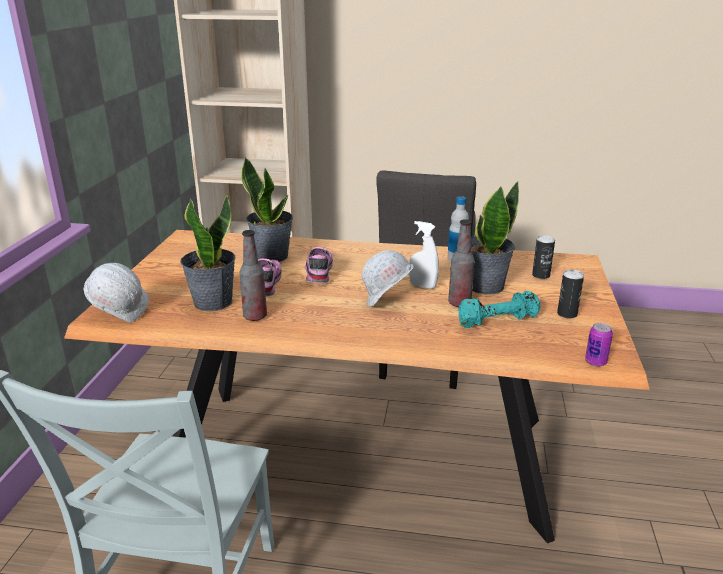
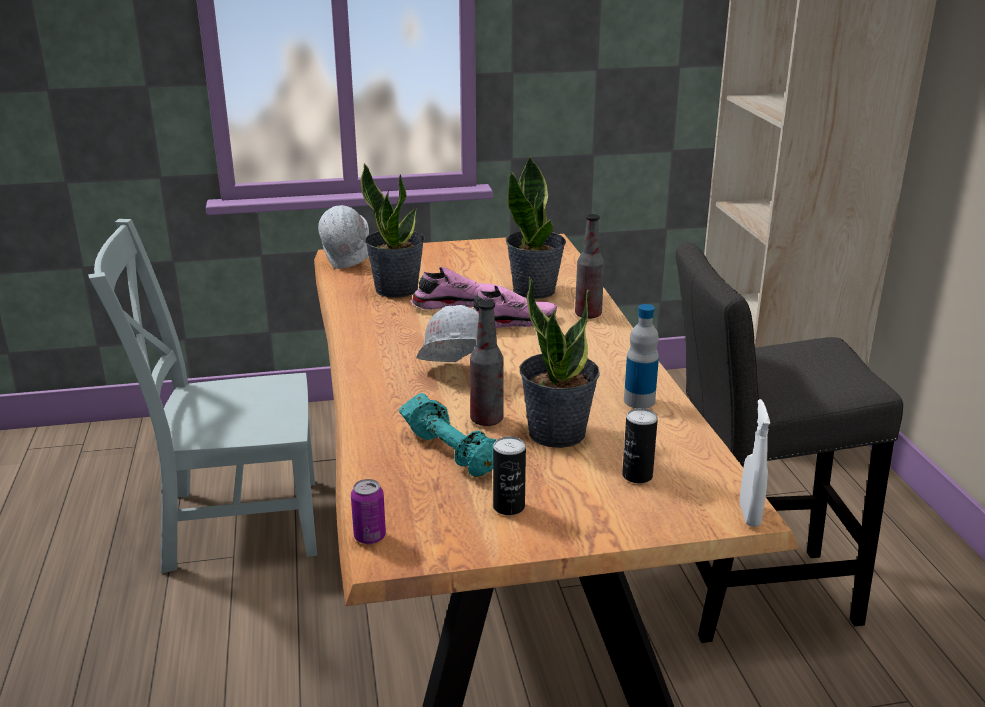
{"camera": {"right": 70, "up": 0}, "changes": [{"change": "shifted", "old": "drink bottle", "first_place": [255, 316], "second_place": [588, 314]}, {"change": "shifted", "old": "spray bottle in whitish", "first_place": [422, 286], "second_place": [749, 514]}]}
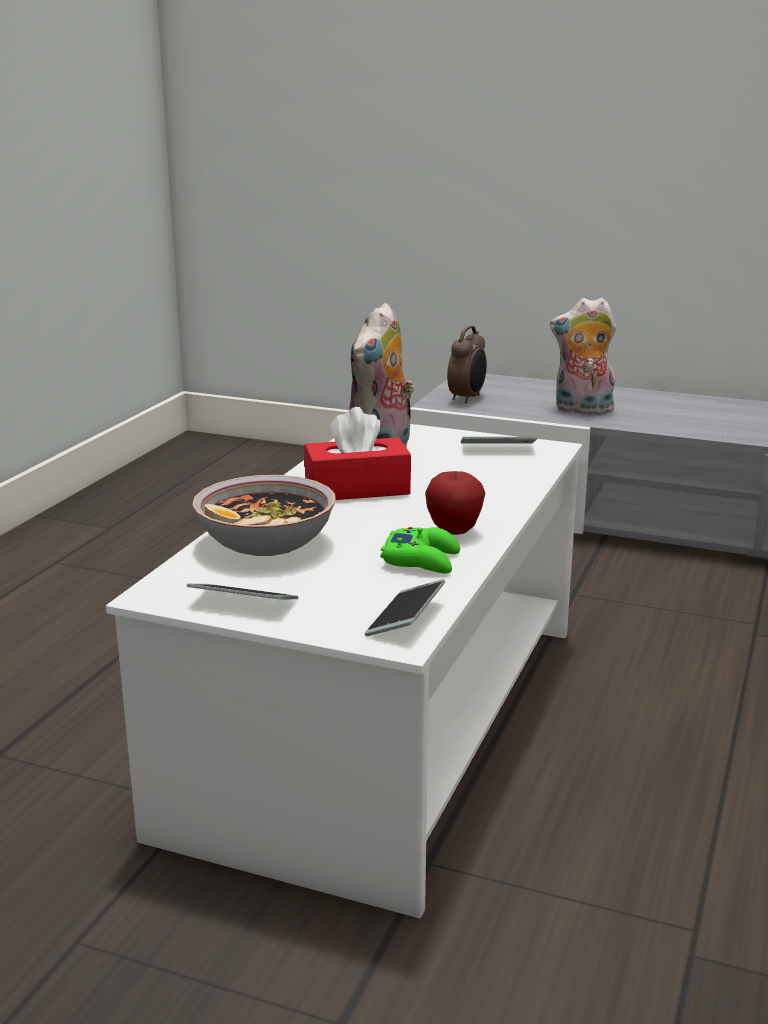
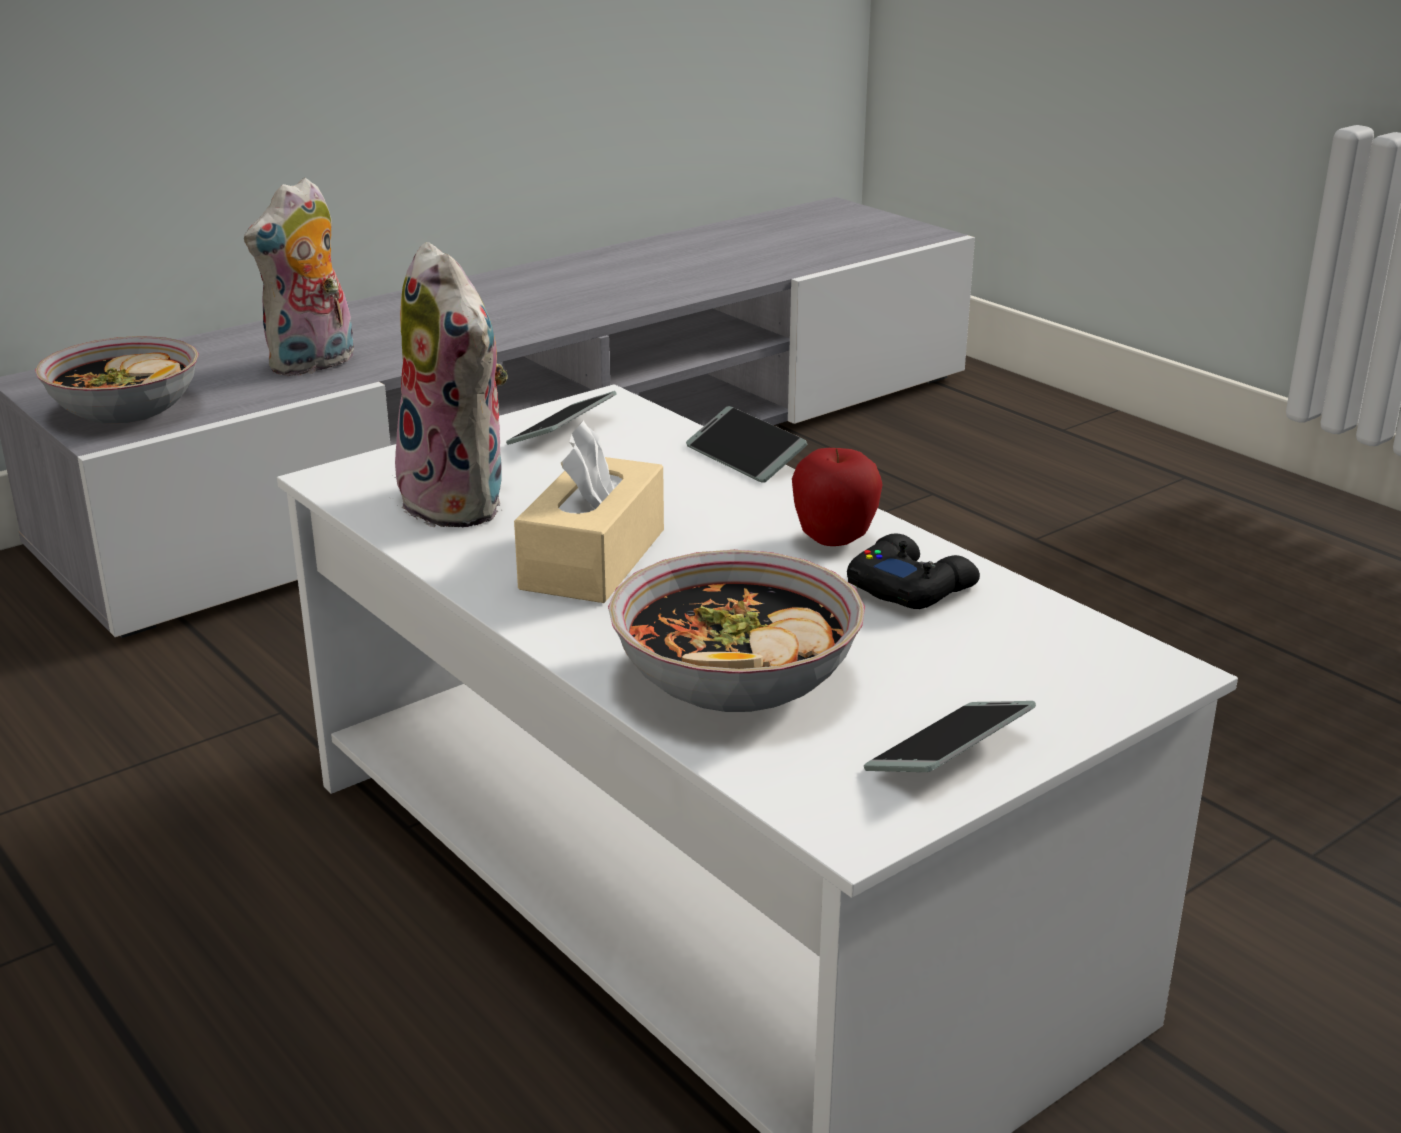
{"camera": {"right": -60, "up": 5}, "changes": [{"change": "shifted", "old": "handset", "first_place": [405, 618], "second_place": [745, 457]}, {"change": "swapped", "old": "alarm clock", "new": "deep dish", "first_place": [467, 398], "second_place": [126, 411]}, {"change": "repainted", "old": "box of tissues in red-coloured", "new": "box of tissues in beige-coloured", "first_place": [357, 489], "second_place": [593, 559]}, {"change": "repainted", "old": "joypad in greenish", "new": "joypad in black", "first_place": [422, 560], "second_place": [910, 587]}]}
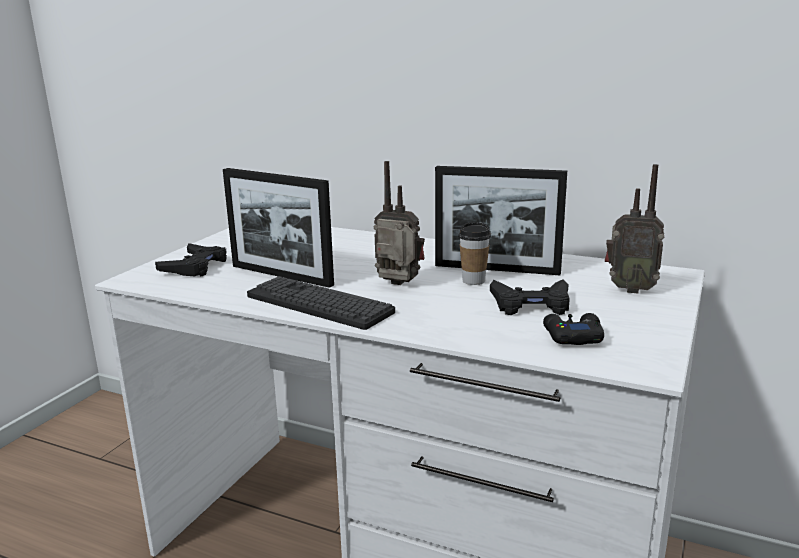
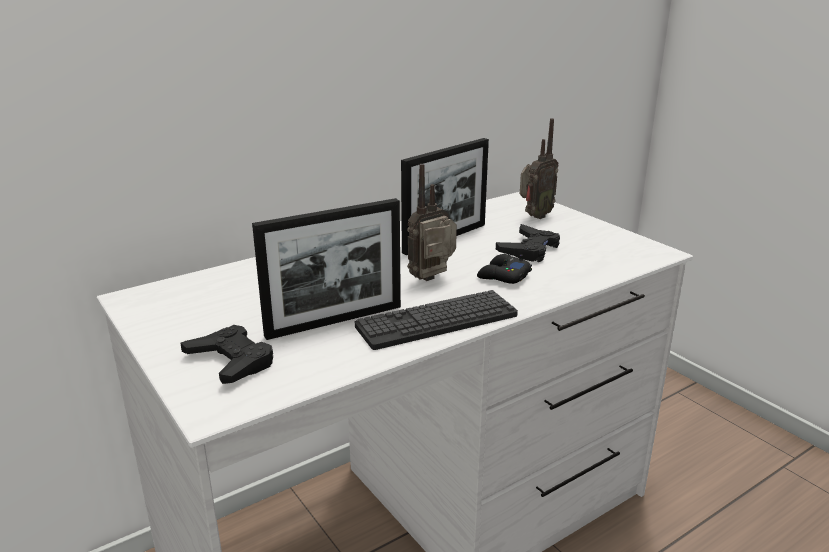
{"camera": {"right": -60, "up": 5}, "changes": [{"change": "gone", "old": "cup", "first_place": [473, 281]}, {"change": "shifted", "old": "joypad in black", "first_place": [572, 336], "second_place": [503, 276]}]}
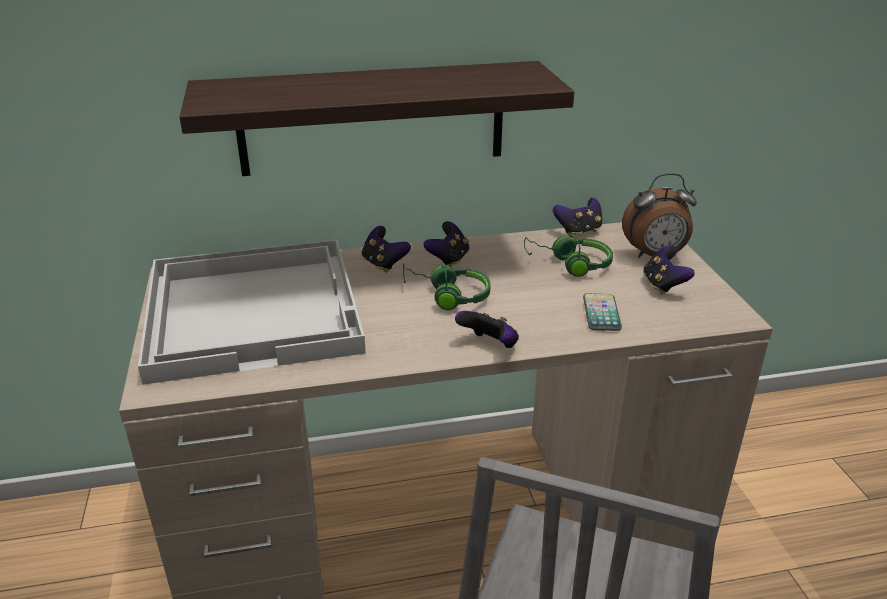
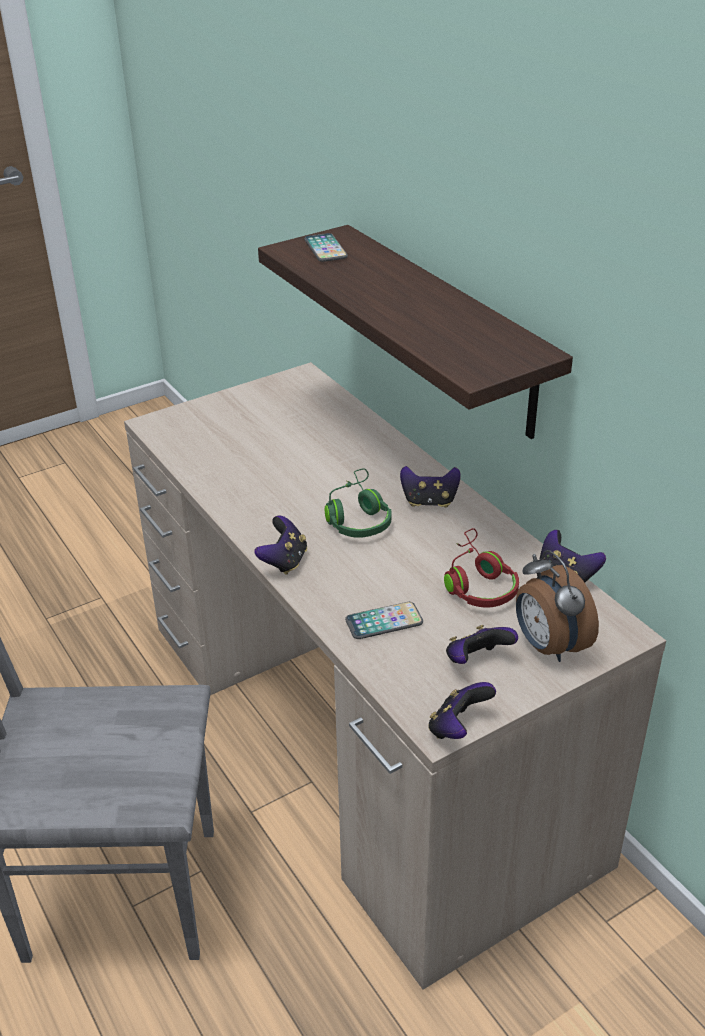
{"camera": {"right": 70, "up": 5}, "changes": [{"change": "gone", "old": "carrying tray in whitish", "first_place": [255, 310]}, {"change": "new", "new": "handset", "second_place": [325, 249]}, {"change": "shifted", "old": "joypad", "first_place": [384, 264], "second_place": [458, 728]}, {"change": "repainted", "old": "pair of headphones in greenish", "new": "pair of headphones in red-coloured", "first_place": [570, 264], "second_place": [477, 583]}]}
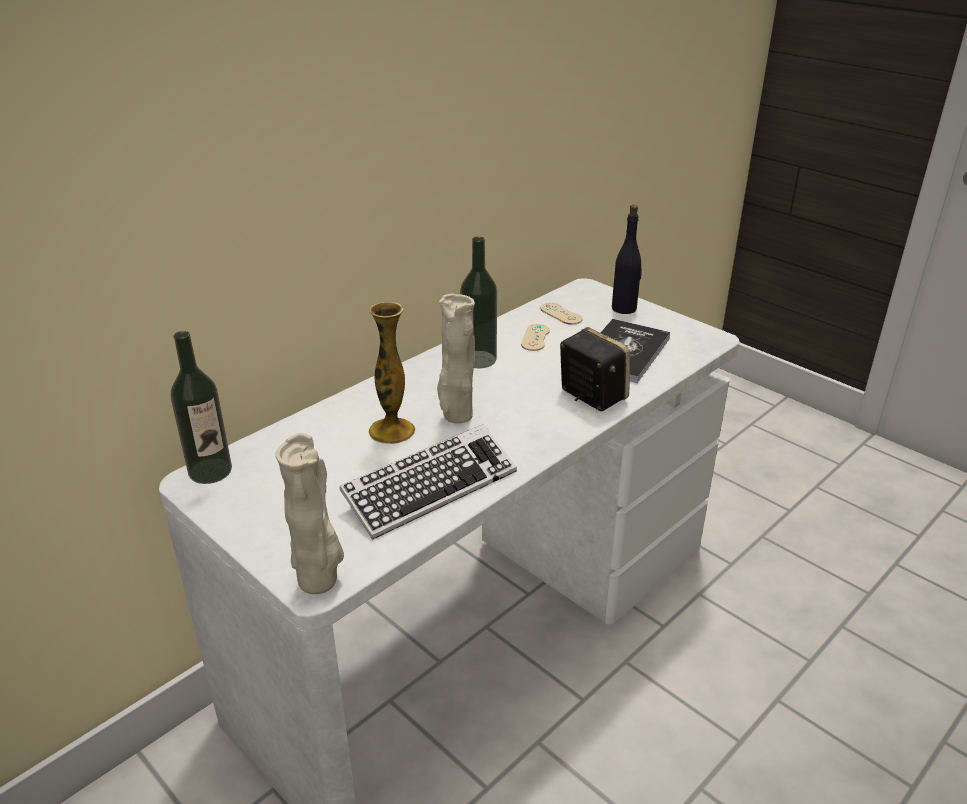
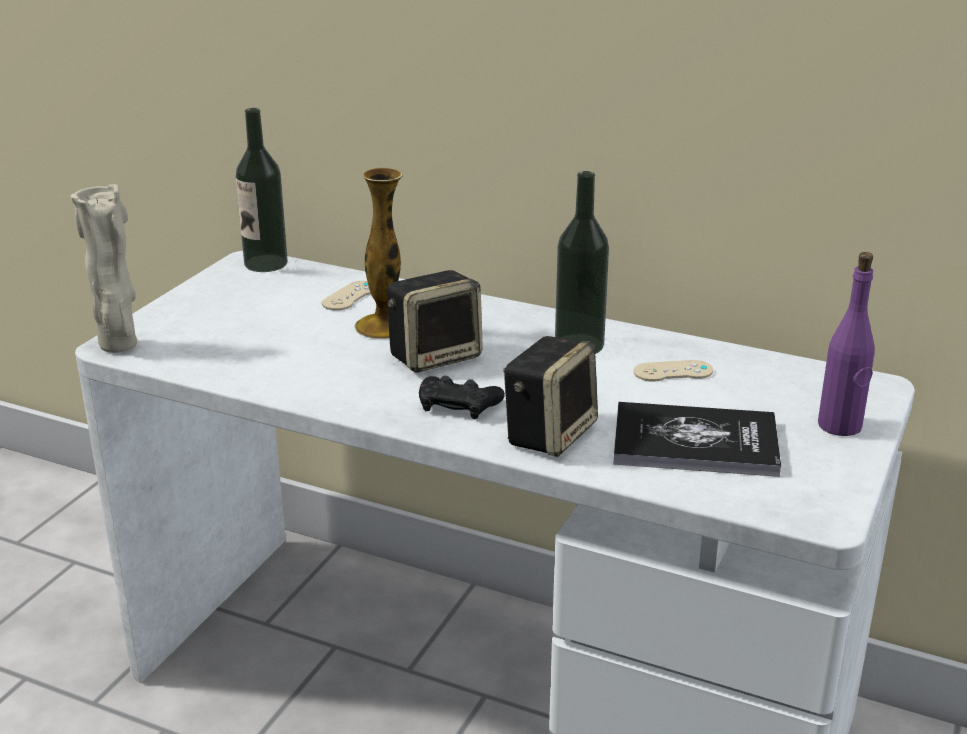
{"camera": {"right": 70, "up": -5}, "changes": [{"change": "gone", "old": "PC keyboard", "first_place": [430, 488]}, {"change": "new", "new": "joypad in black", "second_place": [458, 405]}, {"change": "shifted", "old": "joypad in beige-coloured", "first_place": [561, 314], "second_place": [350, 296]}, {"change": "swapped", "old": "decorative vase in beige-coloured", "new": "speaker", "first_place": [456, 416], "second_place": [435, 356]}, {"change": "repainted", "old": "drink bottle in black", "new": "drink bottle in purple", "first_place": [624, 308], "second_place": [840, 426]}]}
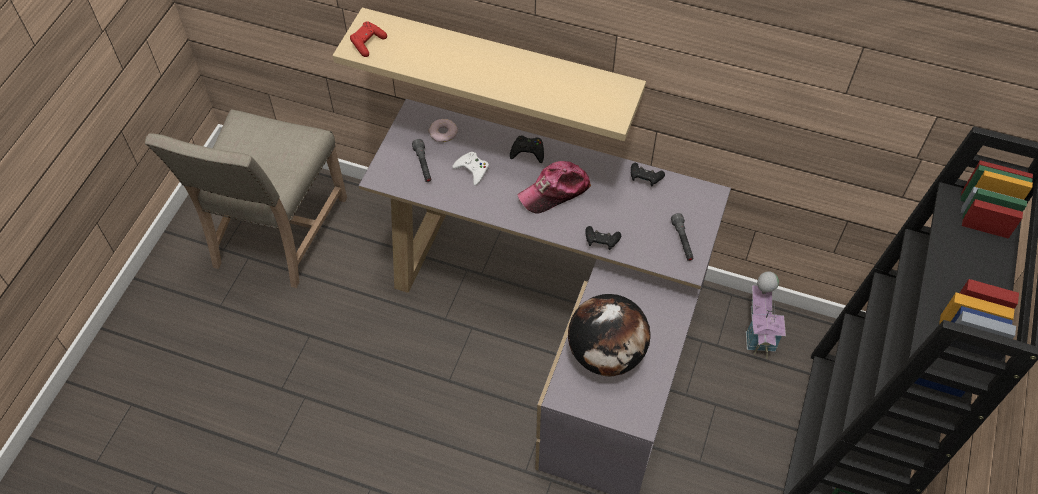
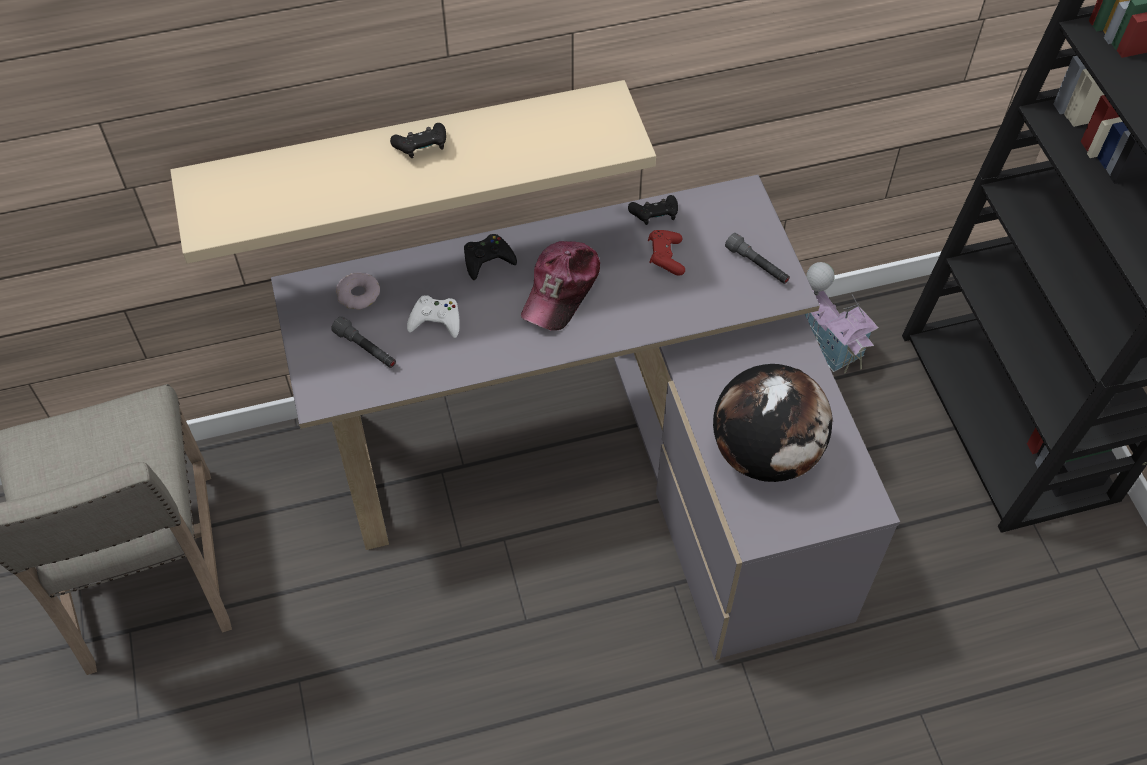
{"camera": {"right": -35, "up": 0}, "changes": [{"change": "shifted", "old": "joypad in red-coloured", "first_place": [368, 43], "second_place": [665, 258]}, {"change": "shifted", "old": "joypad in black", "first_place": [601, 242], "second_place": [422, 148]}]}
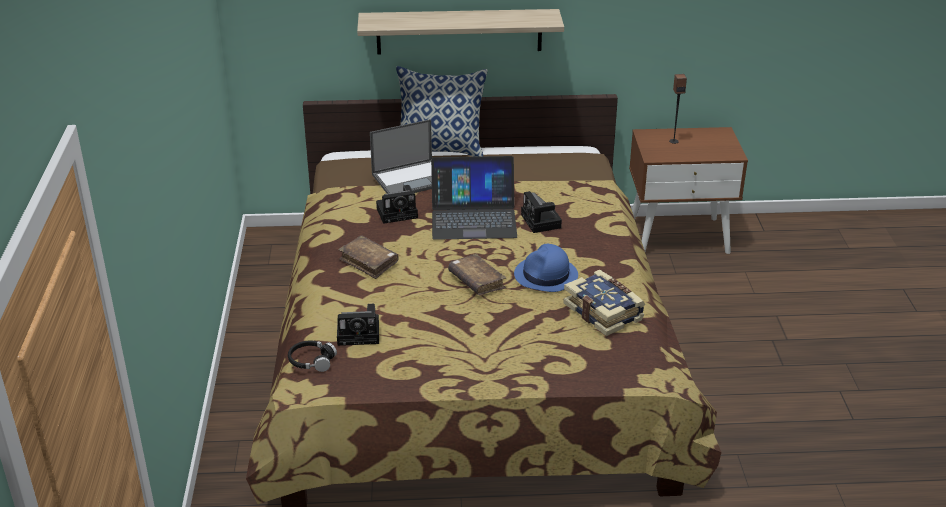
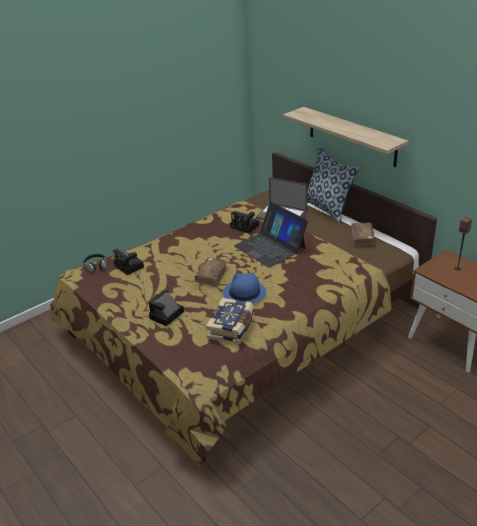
{"camera": {"right": 55, "up": 0}, "changes": [{"change": "shifted", "old": "book in brownish", "first_place": [369, 262], "second_place": [362, 238]}, {"change": "shifted", "old": "photo camera", "first_place": [542, 222], "second_place": [166, 316]}]}
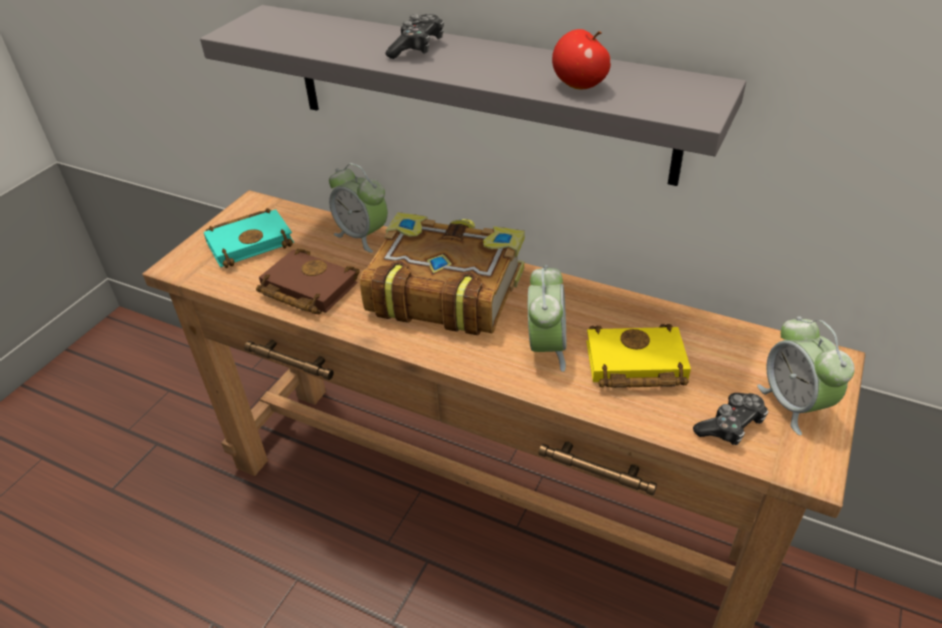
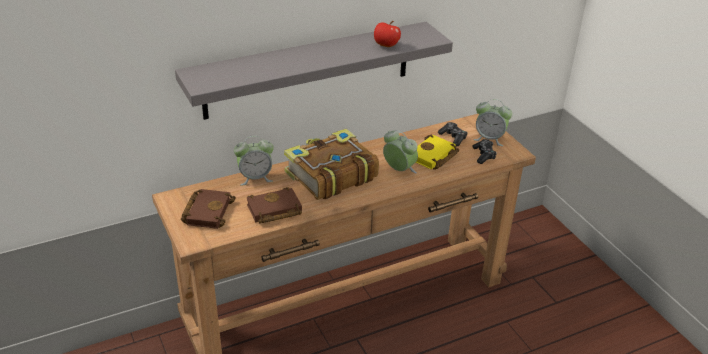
{"camera": {"right": -55, "up": -5}, "changes": [{"change": "shifted", "old": "joypad", "first_place": [417, 48], "second_place": [453, 138]}, {"change": "repainted", "old": "book in turquoise-coloured", "new": "book in brownish", "first_place": [251, 241], "second_place": [207, 211]}]}
